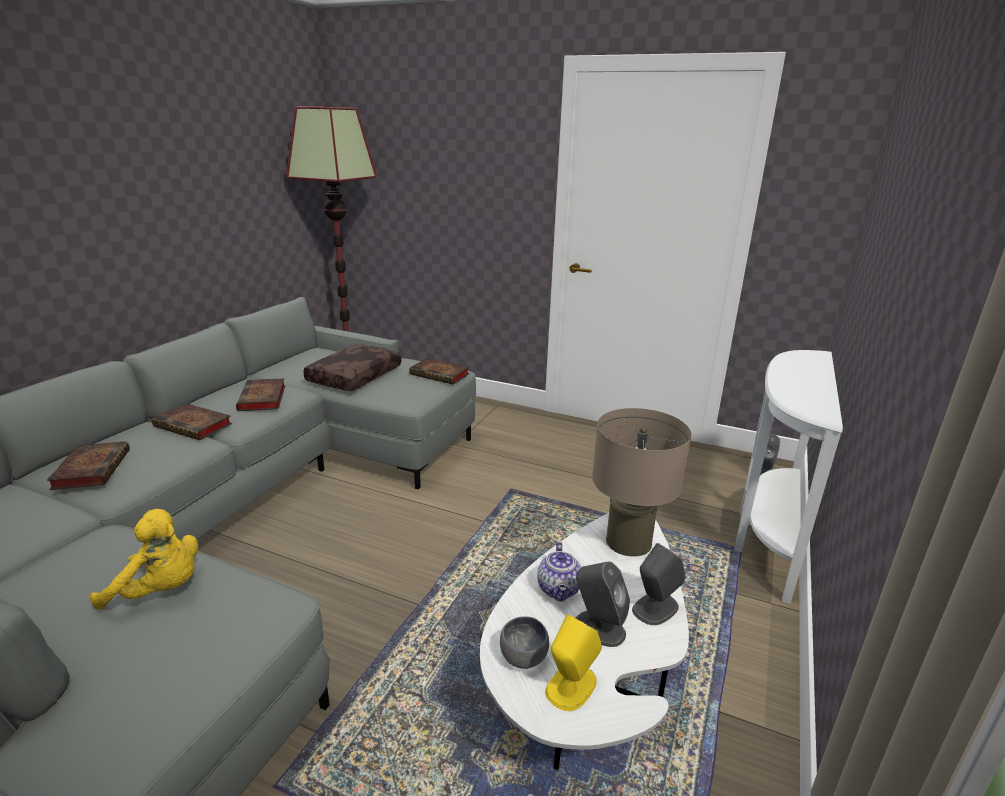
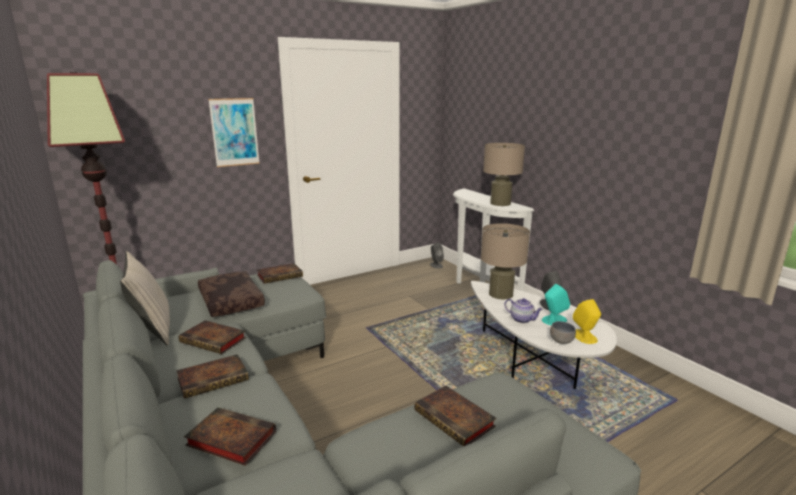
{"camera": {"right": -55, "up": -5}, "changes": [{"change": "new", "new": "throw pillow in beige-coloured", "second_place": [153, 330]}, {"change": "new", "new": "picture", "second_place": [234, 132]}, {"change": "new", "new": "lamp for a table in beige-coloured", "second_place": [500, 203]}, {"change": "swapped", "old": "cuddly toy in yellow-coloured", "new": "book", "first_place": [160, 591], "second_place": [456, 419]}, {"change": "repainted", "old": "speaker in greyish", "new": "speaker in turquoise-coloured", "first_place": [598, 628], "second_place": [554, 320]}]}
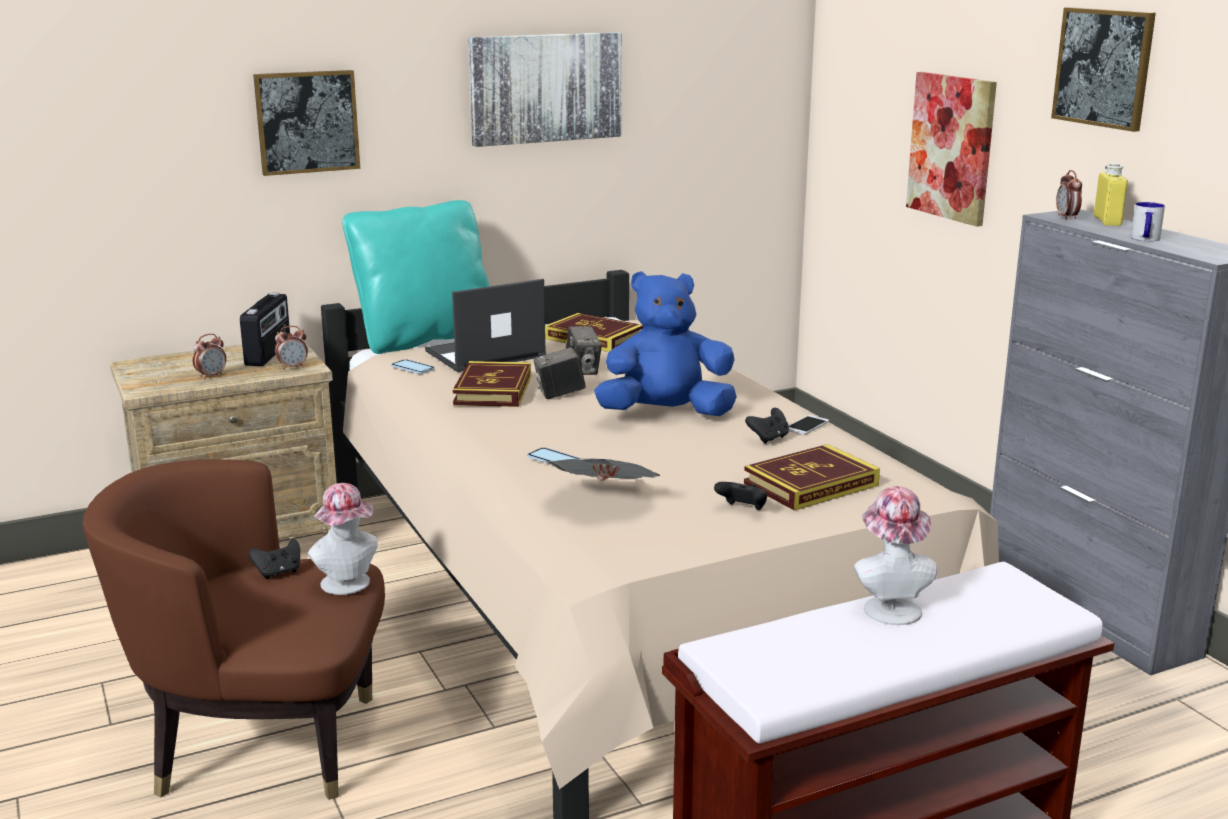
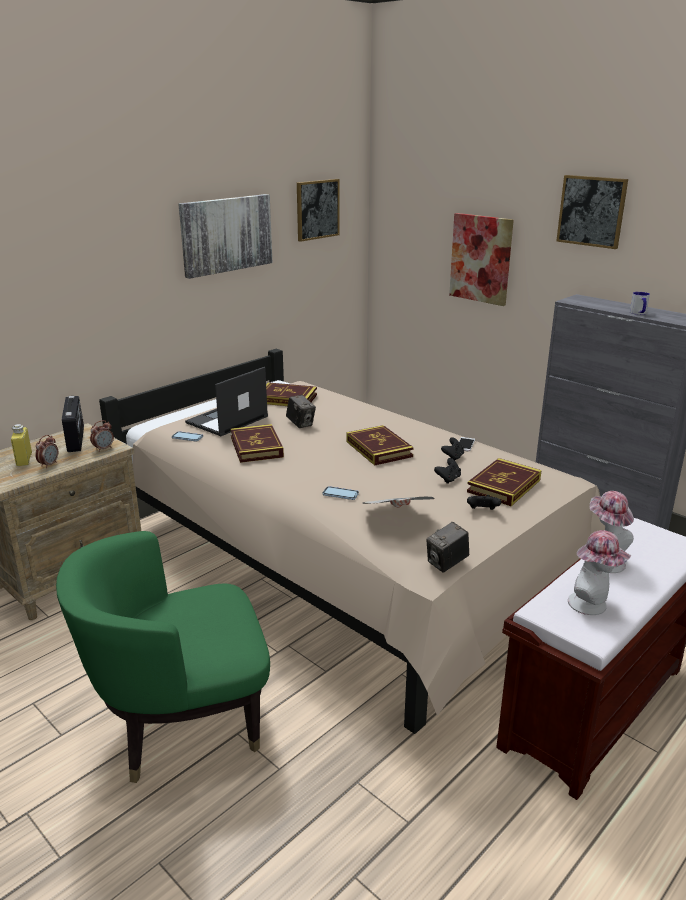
{"camera": {"right": -20, "up": 5}, "changes": [{"change": "gone", "old": "throw pillow in turquoise-coloured", "first_place": [425, 338]}, {"change": "gone", "old": "alarm clock", "first_place": [1067, 218]}, {"change": "shifted", "old": "joypad in black", "first_place": [278, 573], "second_place": [448, 479]}, {"change": "shifted", "old": "picture", "first_place": [307, 122], "second_place": [317, 209]}, {"change": "shifted", "old": "clothing hat", "first_place": [348, 585], "second_place": [592, 605]}, {"change": "shifted", "old": "photo camera", "first_place": [560, 394], "second_place": [447, 563]}, {"change": "shifted", "old": "drink bottle in yellow-coloured", "first_place": [1107, 221], "second_place": [24, 460]}, {"change": "swapped", "old": "cuddly toy in blue", "new": "book", "first_place": [665, 414], "second_place": [379, 449]}, {"change": "repainted", "old": "easy chair in brownish", "new": "easy chair in greenish", "first_place": [262, 744], "second_place": [182, 722]}]}
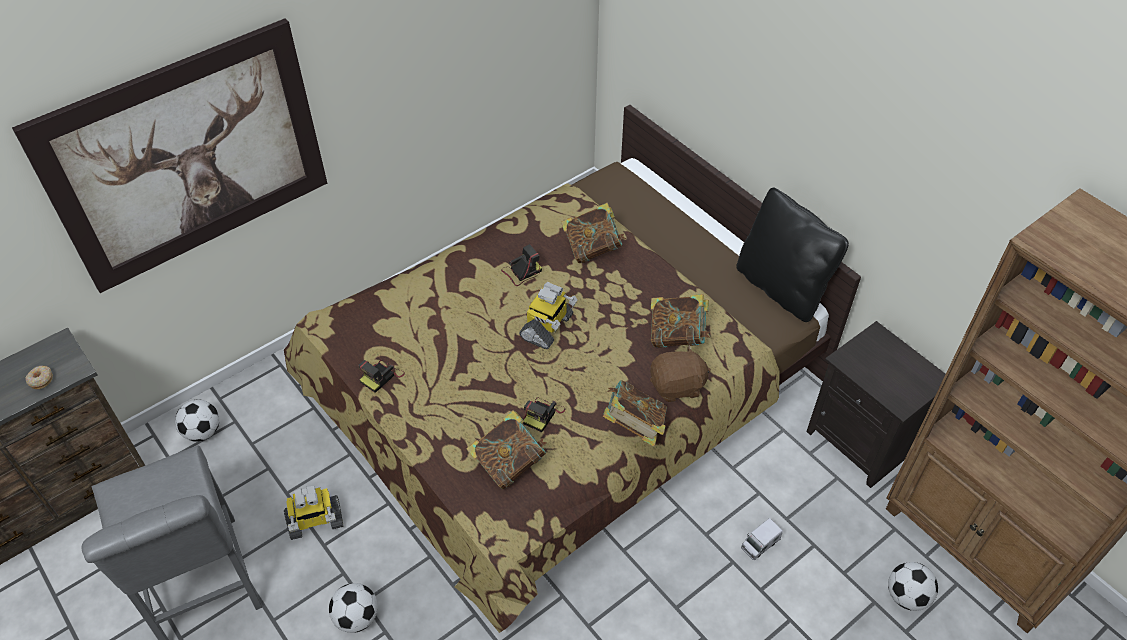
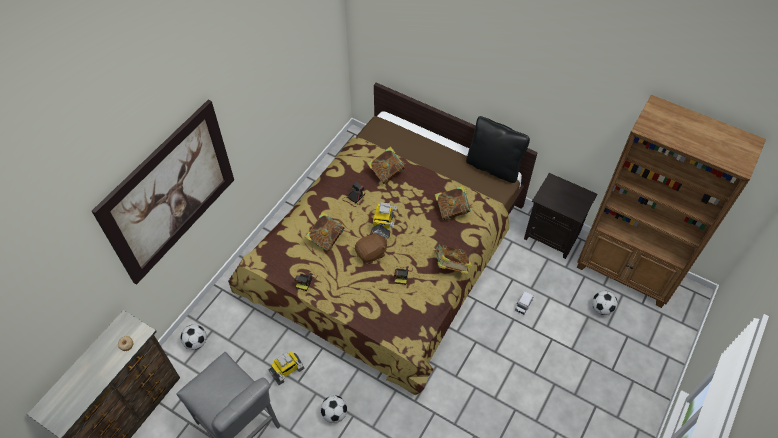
{"camera": {"right": -20, "up": 5}, "changes": [{"change": "shifted", "old": "book", "first_place": [508, 463], "second_place": [325, 238]}, {"change": "shifted", "old": "cuddly toy in brownish", "first_place": [677, 386], "second_place": [371, 253]}]}
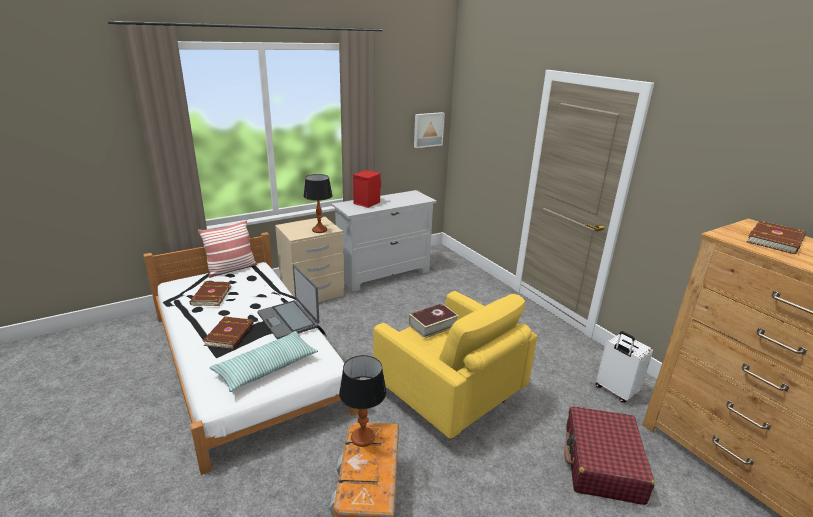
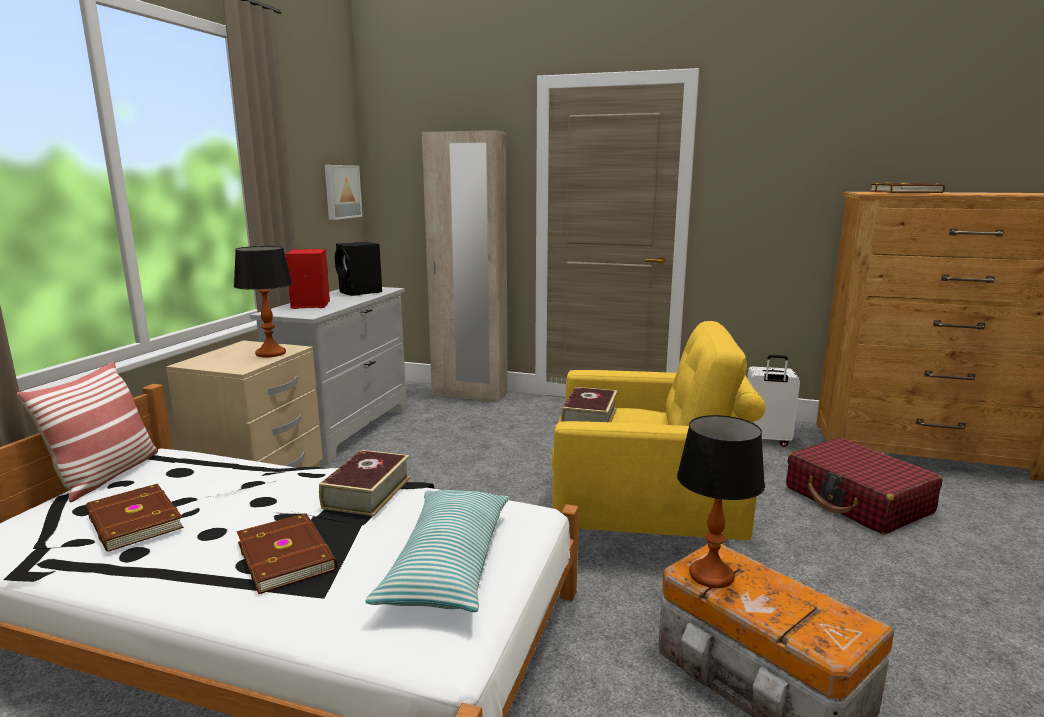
{"camera": {"right": -40, "up": -10}, "changes": [{"change": "new", "new": "speaker in black", "second_place": [360, 292]}, {"change": "new", "new": "wardrobe in beige-coloured", "second_place": [469, 394]}, {"change": "swapped", "old": "laptop", "new": "book", "first_place": [288, 320], "second_place": [367, 492]}]}
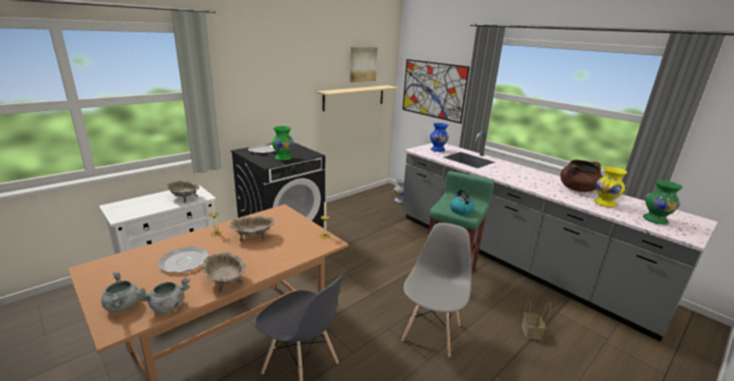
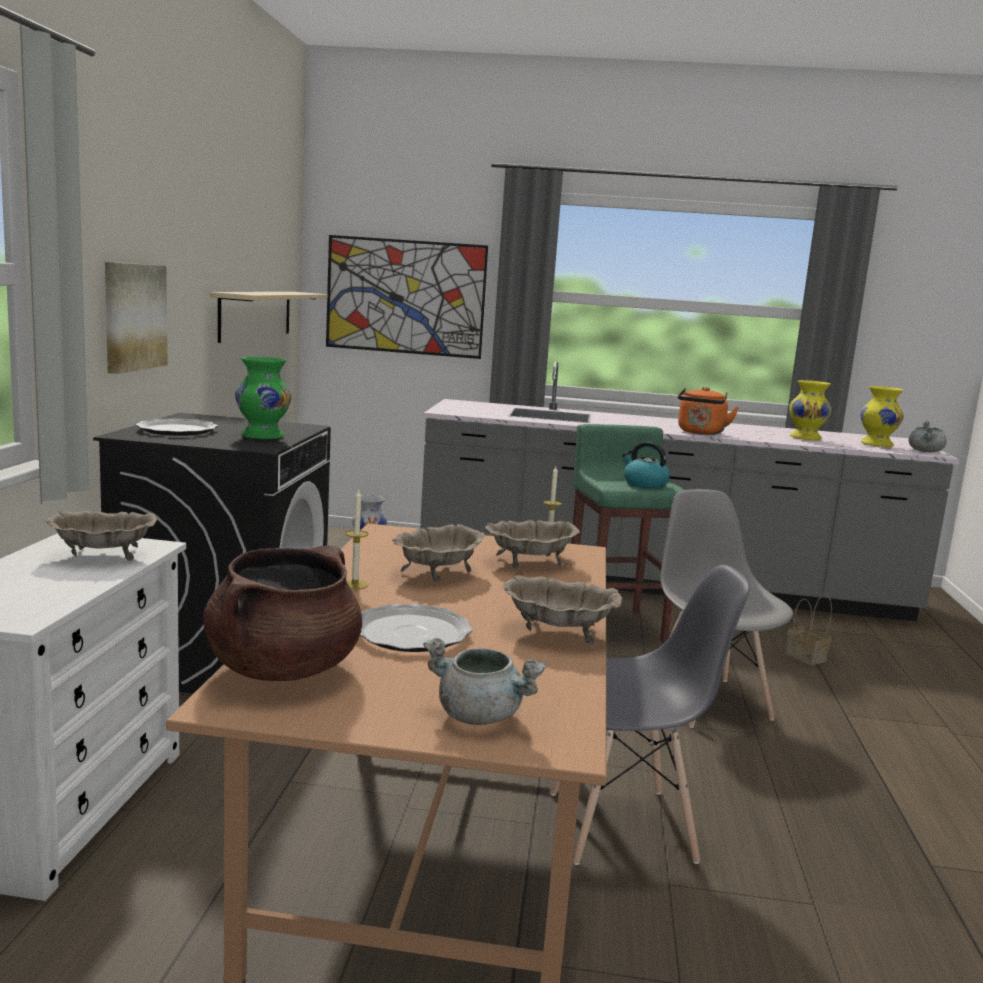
{"camera": {"right": -40, "up": -10}, "changes": [{"change": "gone", "old": "decorative vase in blue", "first_place": [437, 150]}, {"change": "new", "new": "deep dish in beige-coloured", "second_place": [530, 562]}, {"change": "new", "new": "tea kettle in orangey", "second_place": [700, 433]}, {"change": "shifted", "old": "saucepot in greyish", "first_place": [167, 307], "second_place": [925, 451]}, {"change": "shifted", "old": "picture", "first_place": [362, 64], "second_place": [133, 316]}, {"change": "shifted", "old": "saucepot in brownish", "first_place": [577, 189], "second_place": [283, 669]}, {"change": "repainted", "old": "decorative vase in greenish", "new": "decorative vase in yellow-coloured", "first_place": [655, 220], "second_place": [877, 445]}]}
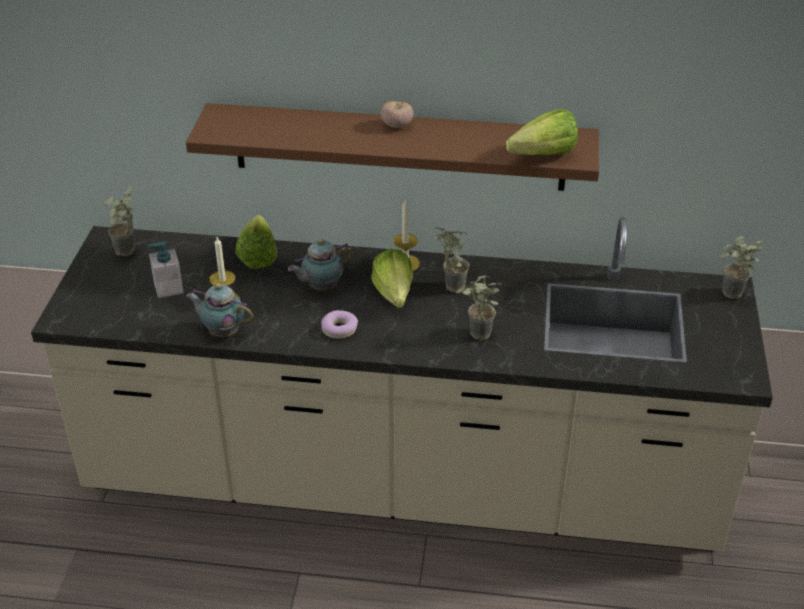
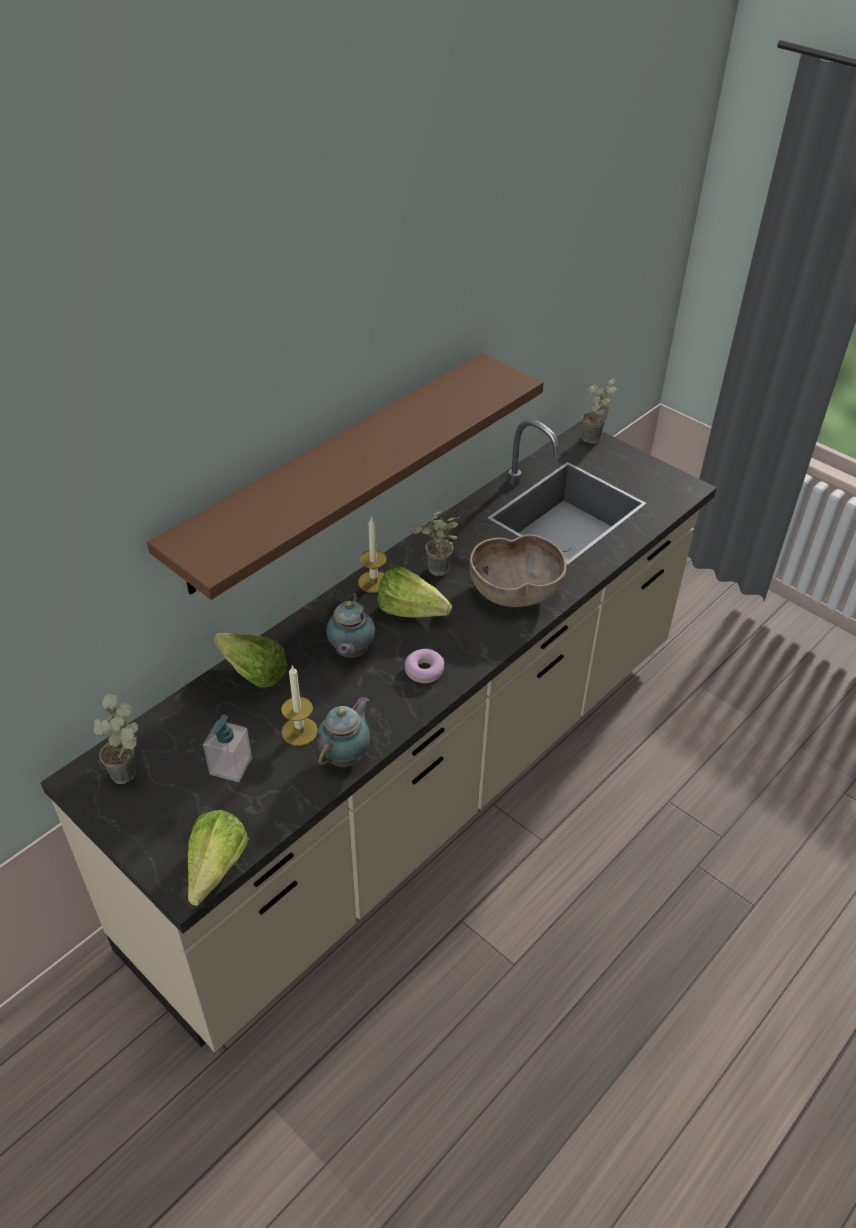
{"camera": {"right": -55, "up": 5}, "changes": [{"change": "gone", "old": "whole tomato", "first_place": [397, 125]}, {"change": "shifted", "old": "lettuce head", "first_place": [537, 156], "second_place": [212, 876]}, {"change": "swapped", "old": "plant in a pot", "new": "deep dish in brownish", "first_place": [475, 336], "second_place": [515, 593]}, {"change": "rotated", "old": "teapot", "first_place": [222, 332], "second_place": [346, 756], "degrees": 150}]}
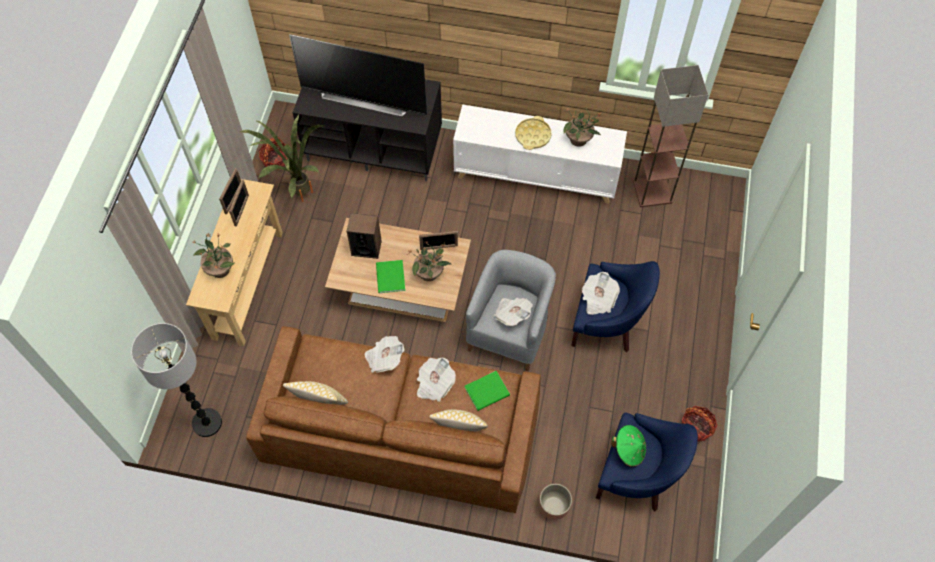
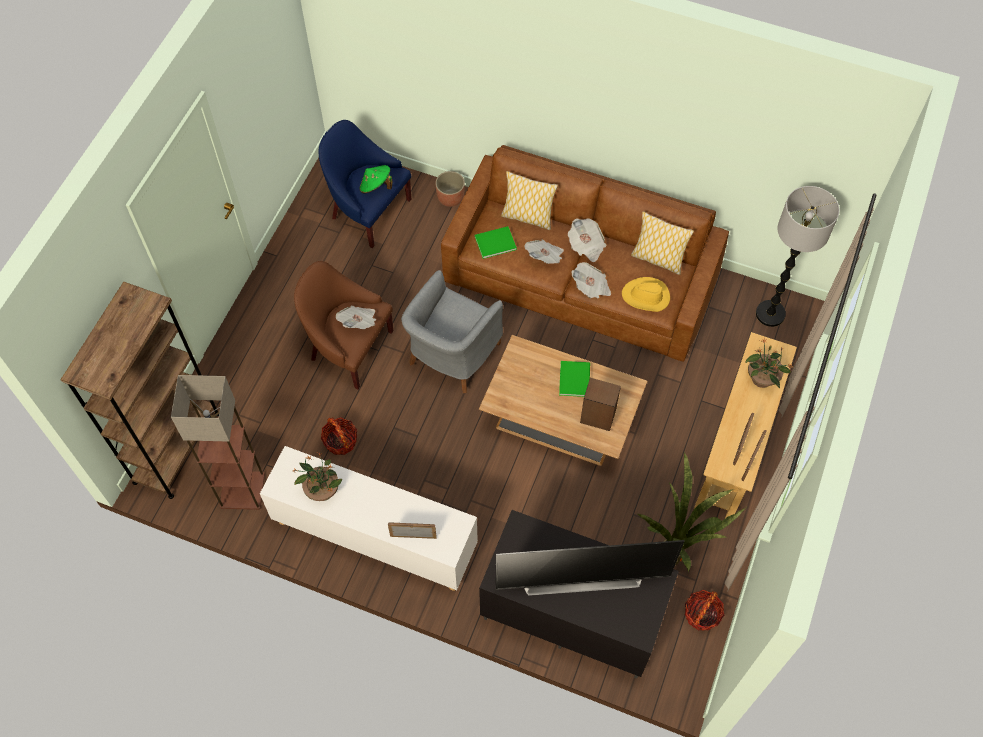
{"camera": {"right": -170, "up": 0}, "changes": [{"change": "gone", "old": "plant in a pot", "first_place": [429, 273]}, {"change": "gone", "old": "carrying tray in yellow-coloured", "first_place": [533, 135]}, {"change": "new", "new": "bookshelf in brownish", "second_place": [177, 447]}, {"change": "new", "new": "clothing hat in yellow-coloured", "second_place": [646, 296]}, {"change": "shifted", "old": "picture frame", "first_place": [439, 247], "second_place": [413, 536]}, {"change": "shifted", "old": "printed paper", "first_place": [512, 314], "second_place": [586, 246]}, {"change": "shifted", "old": "basket", "first_place": [696, 427], "second_place": [340, 441]}, {"change": "repainted", "old": "easy chair in blue", "new": "easy chair in brownish", "first_place": [607, 322], "second_place": [348, 348]}, {"change": "rotated", "old": "television", "first_place": [365, 98], "second_place": [582, 576], "degrees": 150}]}
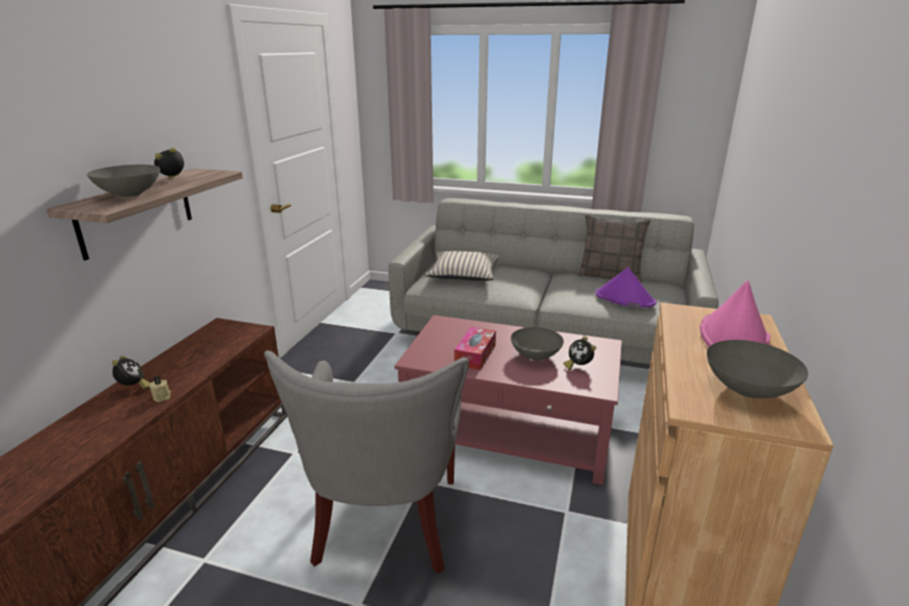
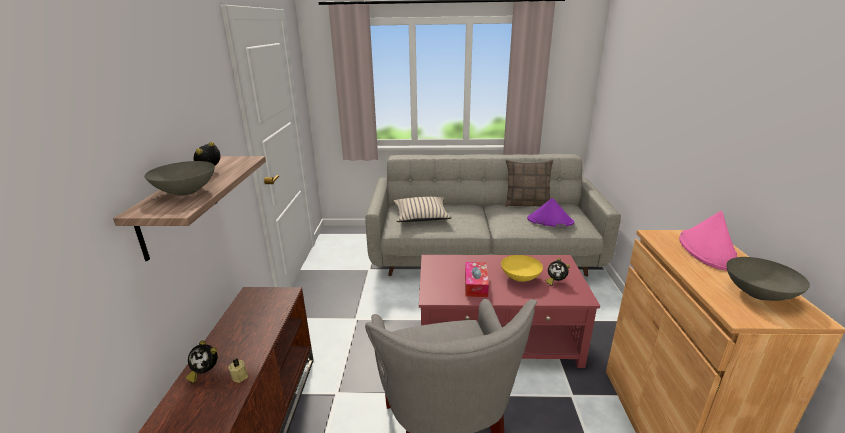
{"camera": {"right": -15, "up": 0}, "changes": [{"change": "repainted", "old": "deep dish in greyish", "new": "deep dish in yellow-coloured", "first_place": [535, 356], "second_place": [520, 278]}, {"change": "rotated", "old": "alarm clock", "first_place": [133, 387], "second_place": [205, 372], "degrees": 135}]}
